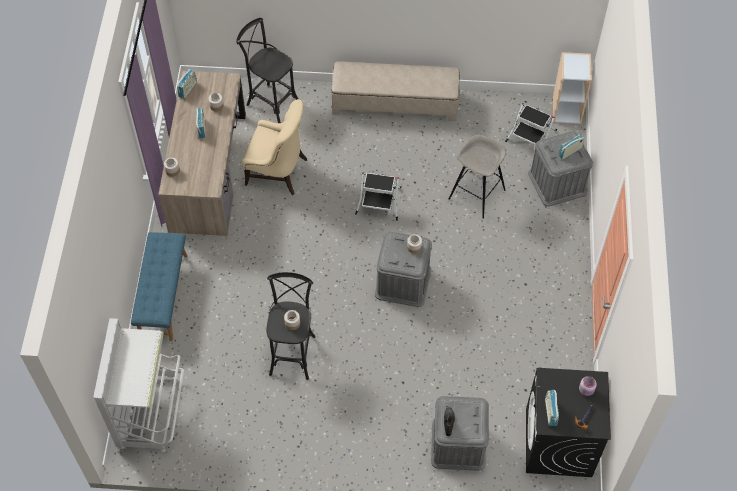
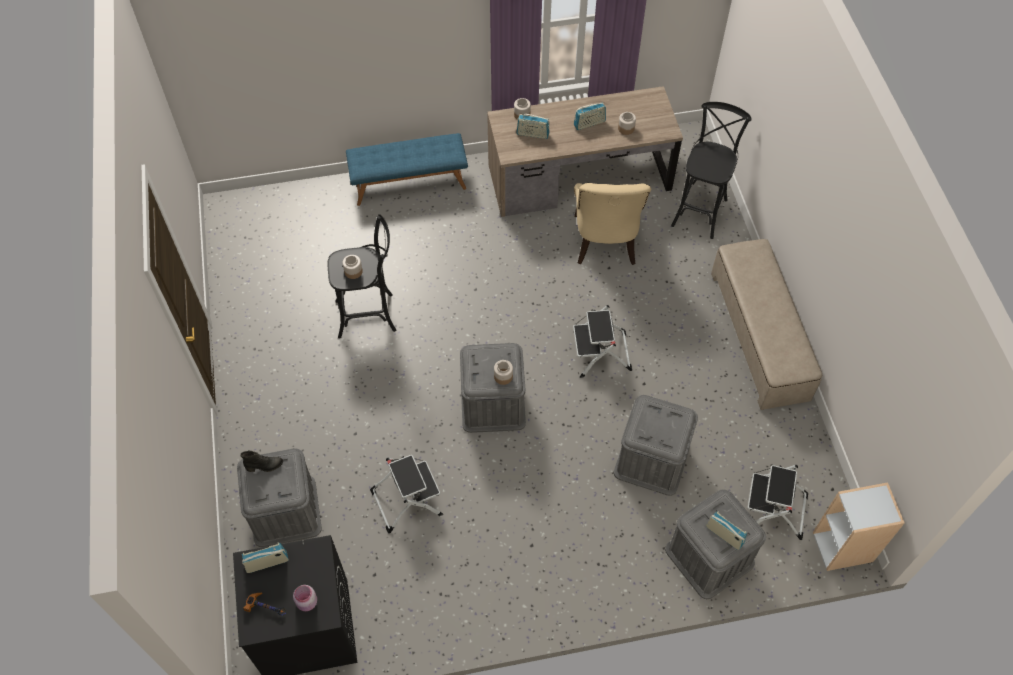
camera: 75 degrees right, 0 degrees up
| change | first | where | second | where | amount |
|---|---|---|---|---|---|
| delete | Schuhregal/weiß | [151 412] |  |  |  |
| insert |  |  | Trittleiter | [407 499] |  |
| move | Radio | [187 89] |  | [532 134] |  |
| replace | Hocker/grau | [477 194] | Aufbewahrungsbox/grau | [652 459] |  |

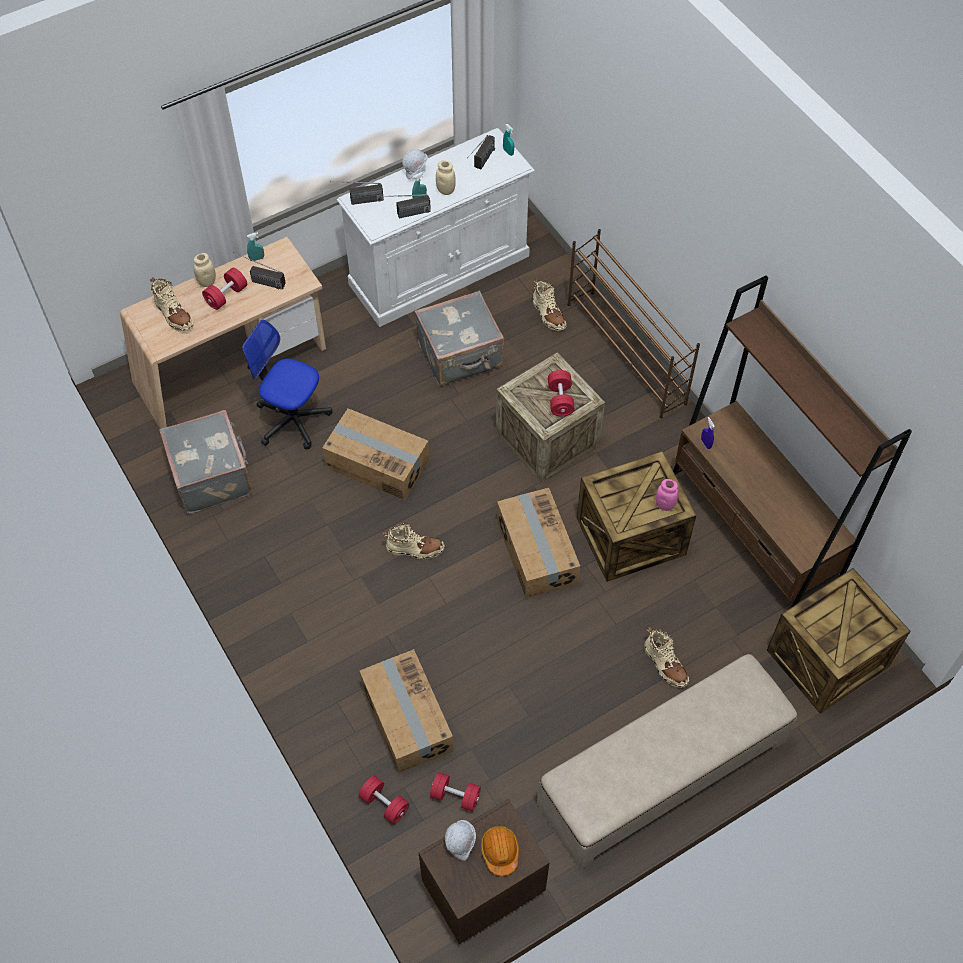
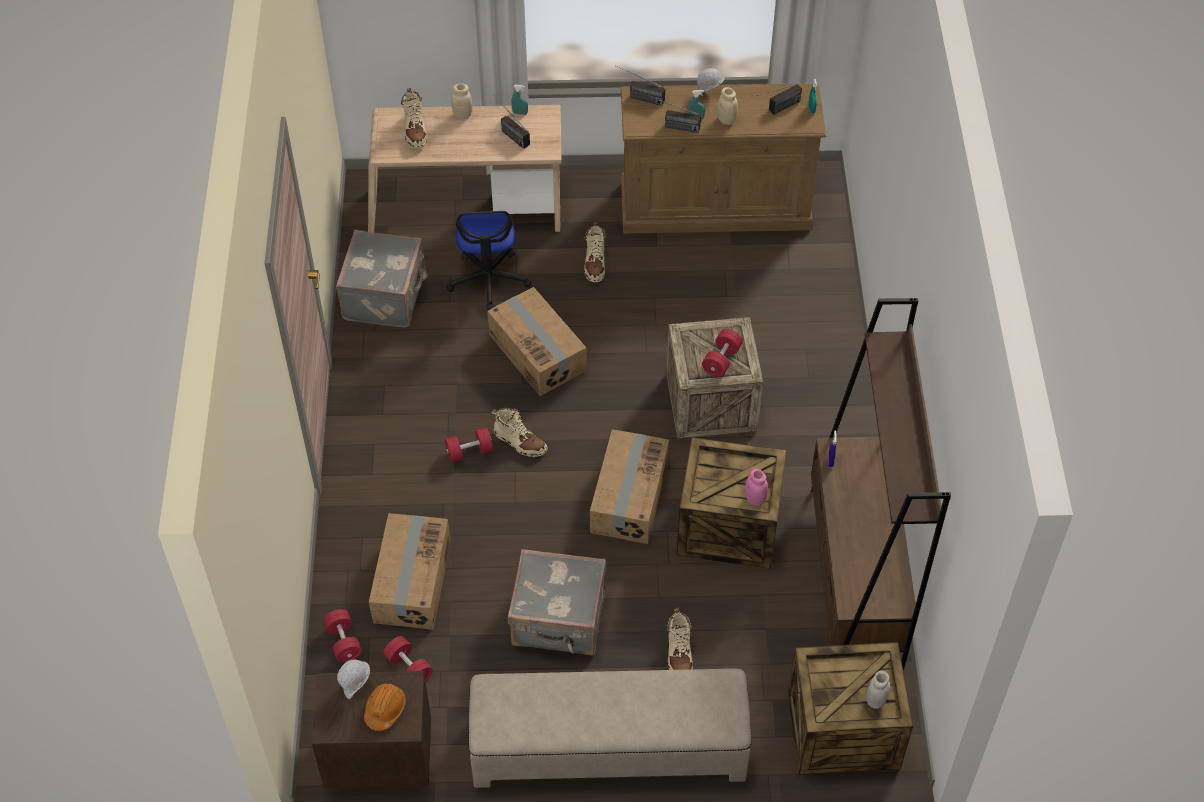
camera: 30 degrees right, 5 degrees down
| change | first | where | second | where | amount |
|---|---|---|---|---|---|
| delete | Schuhregal/braun | [626 354] |  |  |  |
| insert |  |  | Vorratsglas/weiß | [876 700] |  |
| move | Hantel/rot | [226 296] |  | [469 452] |  |
| move | Koffer/grau | [461 356] |  | [559 621] |  |
| move | Stiefel/beige | [548 314] |  | [595 263] |  |
| recolor | Schrank/weiß | [441 270] | Schrank/braun | [716 207] |  |
| rotate | Bürostuhl | [292 419] |  | [488 280] | 150 degrees counterclockwise |

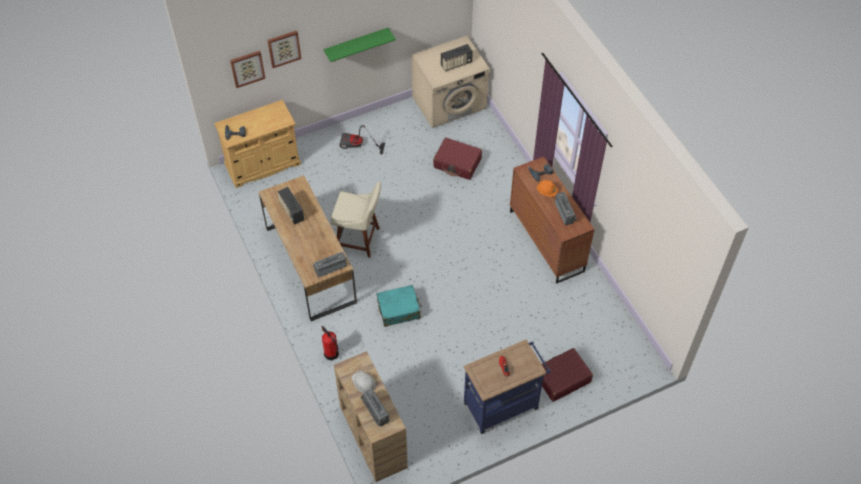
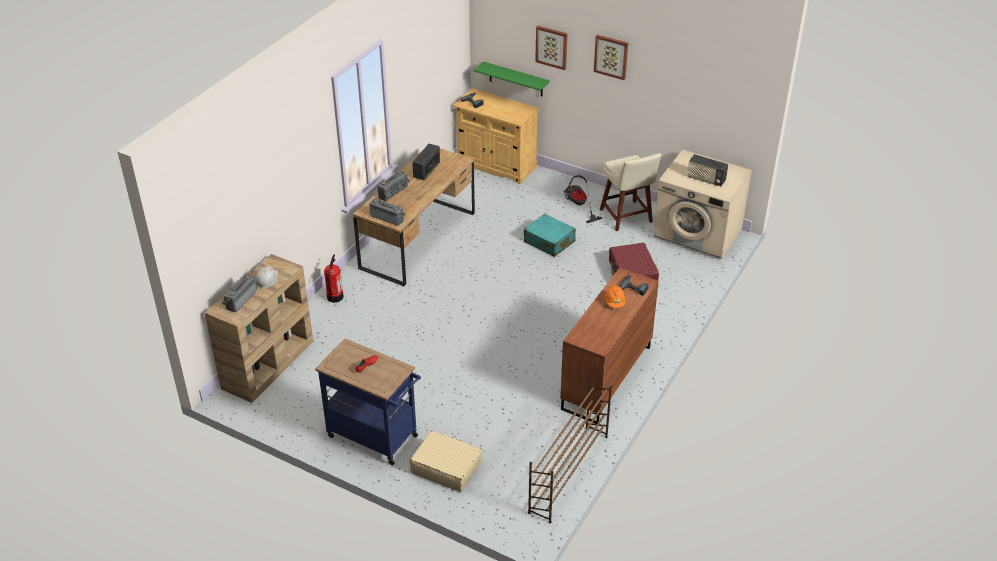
camera: 55 degrees right, 15 degrees down
| change | first | where | second | where | amount |
|---|---|---|---|---|---|
| insert |  |  | Schuhregal/braun | [568 474] |  |
| move | Bild | [247 68] |  | [611 56] |  |
| move | Wandregal/grün | [356 45] |  | [516 79] |  |
| move | Hocker/beige | [360 240] |  | [626 217] |  |
| move | Koffer/türkis | [399 310] |  | [549 242] |  |
| move | Radio | [565 212] |  | [394 193] |  |
| recolor | Koffer/rot | [562 378] | Koffer/beige | [446 467] |  |

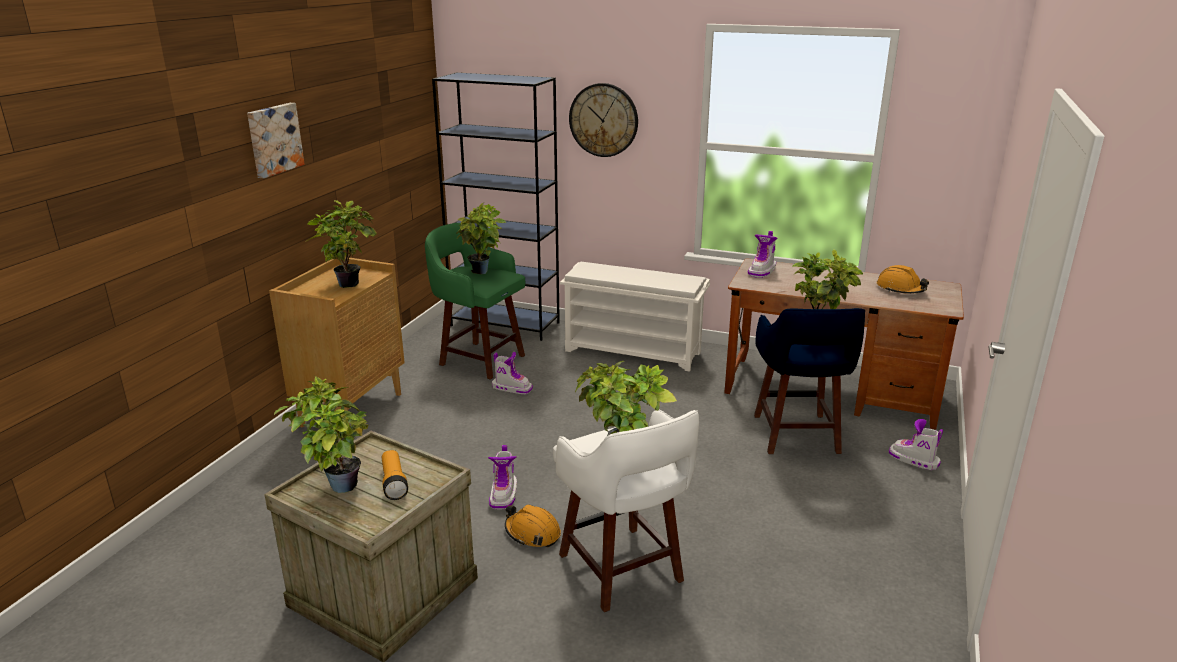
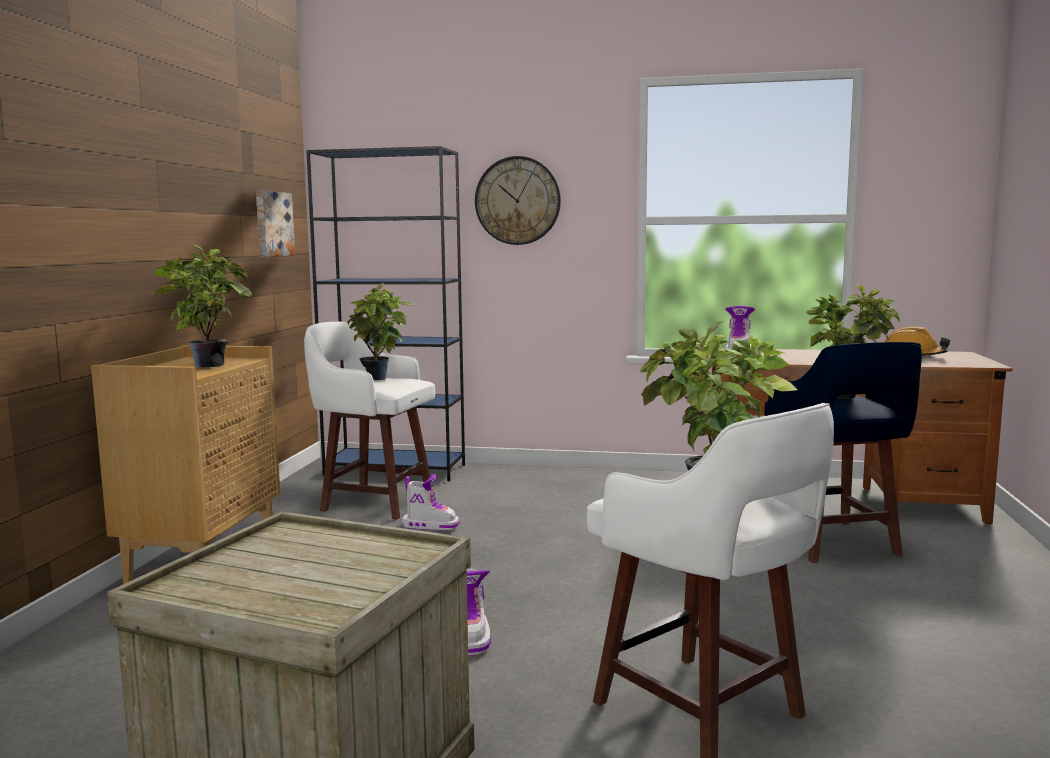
camera: 10 degrees left, 15 degrees down
| change | first | where | second | where | amount |
|---|---|---|---|---|---|
| delete | Topfpflanze | [336 485] |  |  |  |
| delete | Taschenlampe | [394 483] |  |  |  |
| delete | Schutzhelm/orange | [532 533] |  |  |  |
| delete | Schuhregal/weiß | [634 351] |  |  |  |
| delete | Stiefel | [913 460] |  |  |  |
| move | Bild | [273 139] |  | [272 224] |  |
| recolor | Hocker/grün | [479 359] | Hocker/weiß | [374 502] |  |

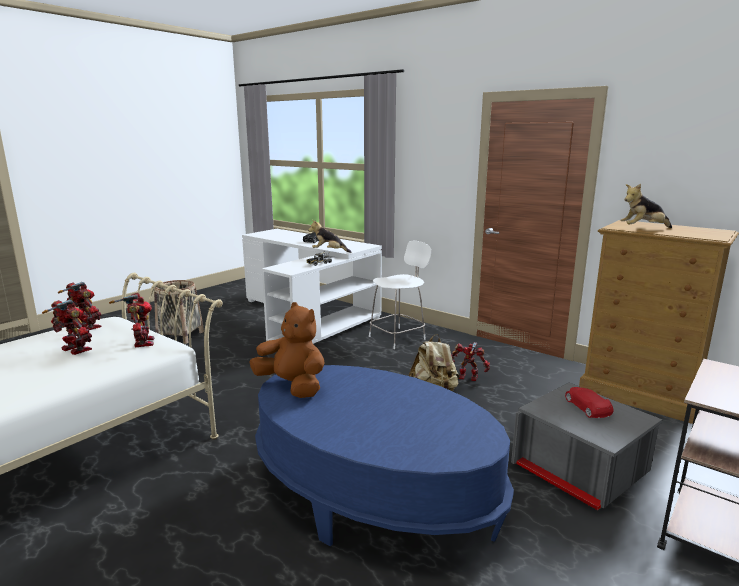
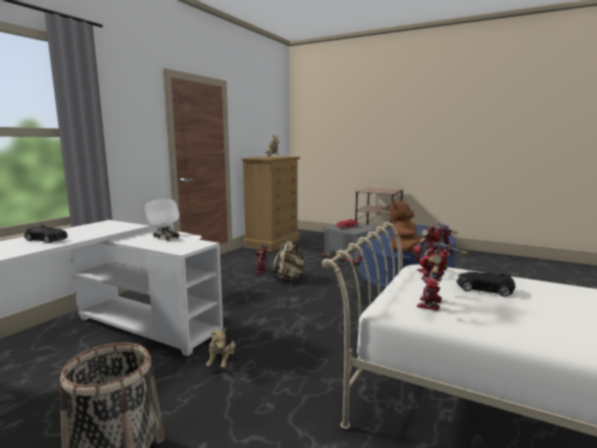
camera: 100 degrees left, 5 degrees down
| change | first | where | second | where | amount |
|---|---|---|---|---|---|
| move | Plüschtier | [329 251] |  | [222 361] |  |
| replace | Spielzeugroboter | [74 350] | Spielzeugauto/schwarz | [484 289] |  |

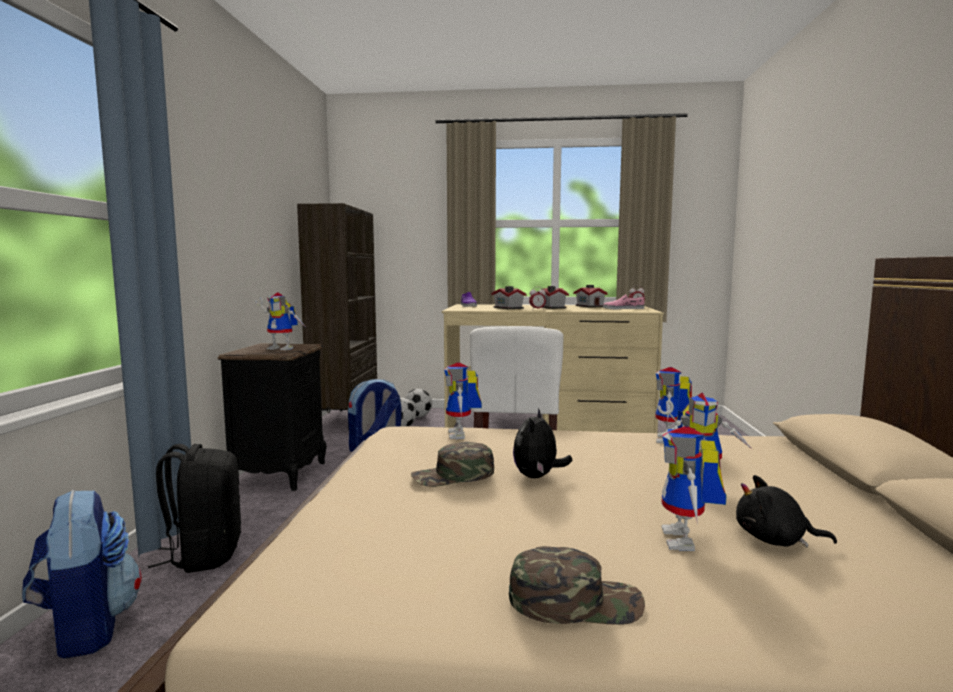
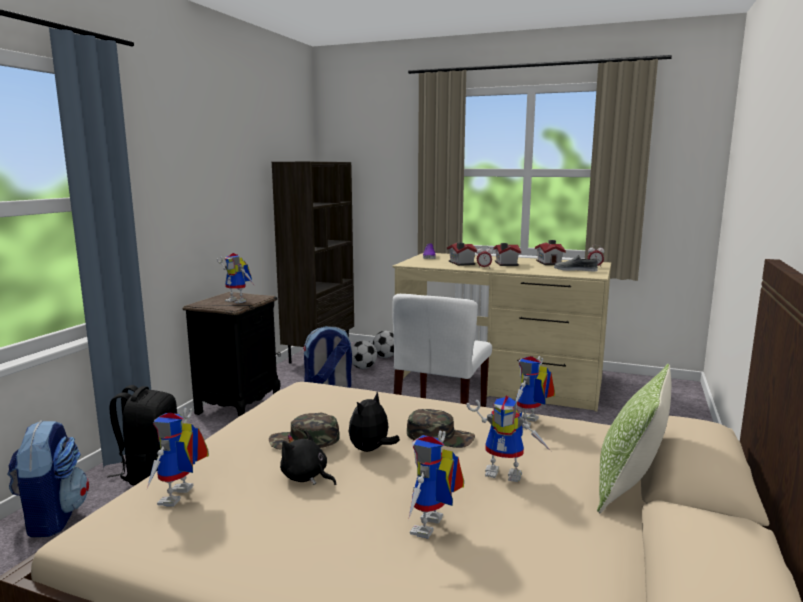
camera: 15 degrees right, 5 degrees up
| change | first | where | second | where | amount |
|---|---|---|---|---|---|
| insert |  |  | Kissen | [629 486] |  |
| move | Spielzeugroboter | [462 435] |  | [180 498] |  |
| move | Kappe/grün | [575 600] |  | [440 436] |  |
| move | Plüschtier/schwarz | [775 540] |  | [306 477] |  |
| recolor | Schuh/rosa | [623 309] | Schuh/grau | [575 270] |  |

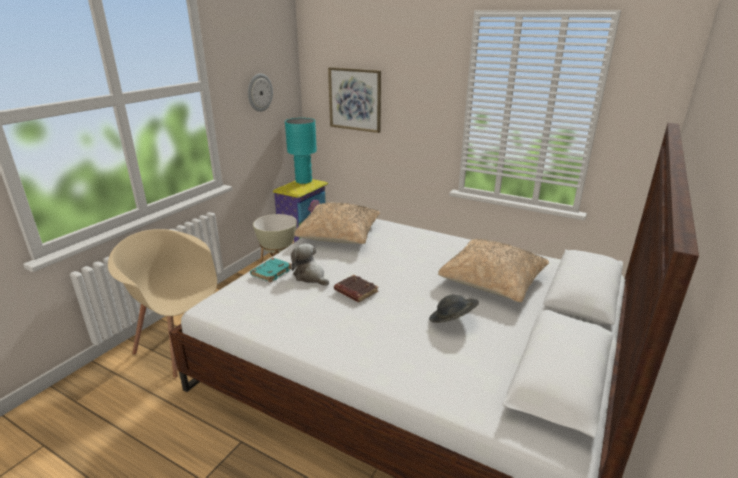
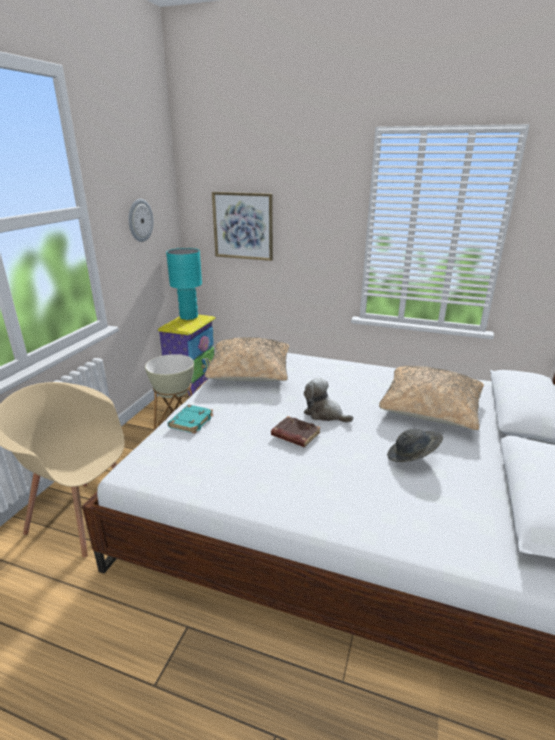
camera: 10 degrees left, 0 degrees up
| change | first | where | second | where | amount |
|---|---|---|---|---|---|
| move | Plüschtier | [310 276] |  | [324 414] |  |

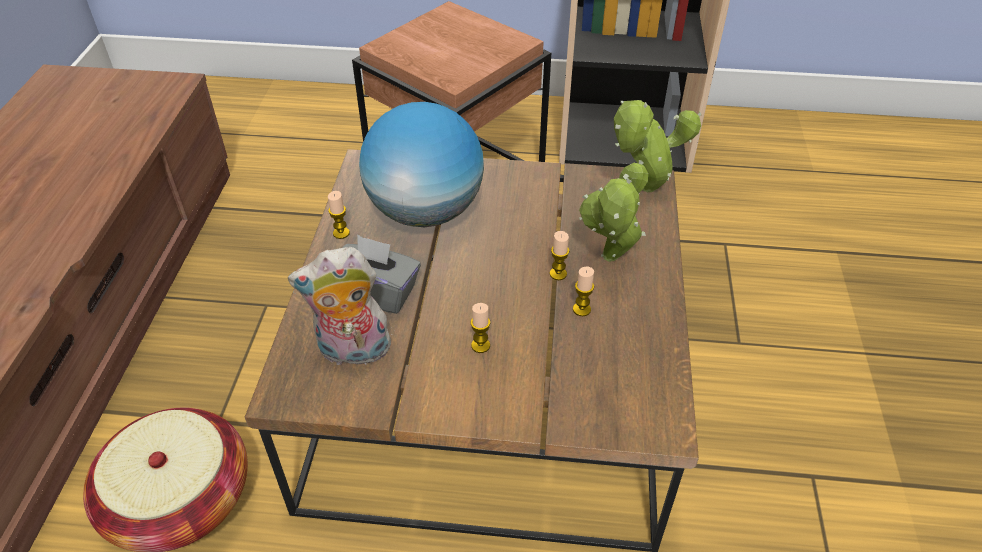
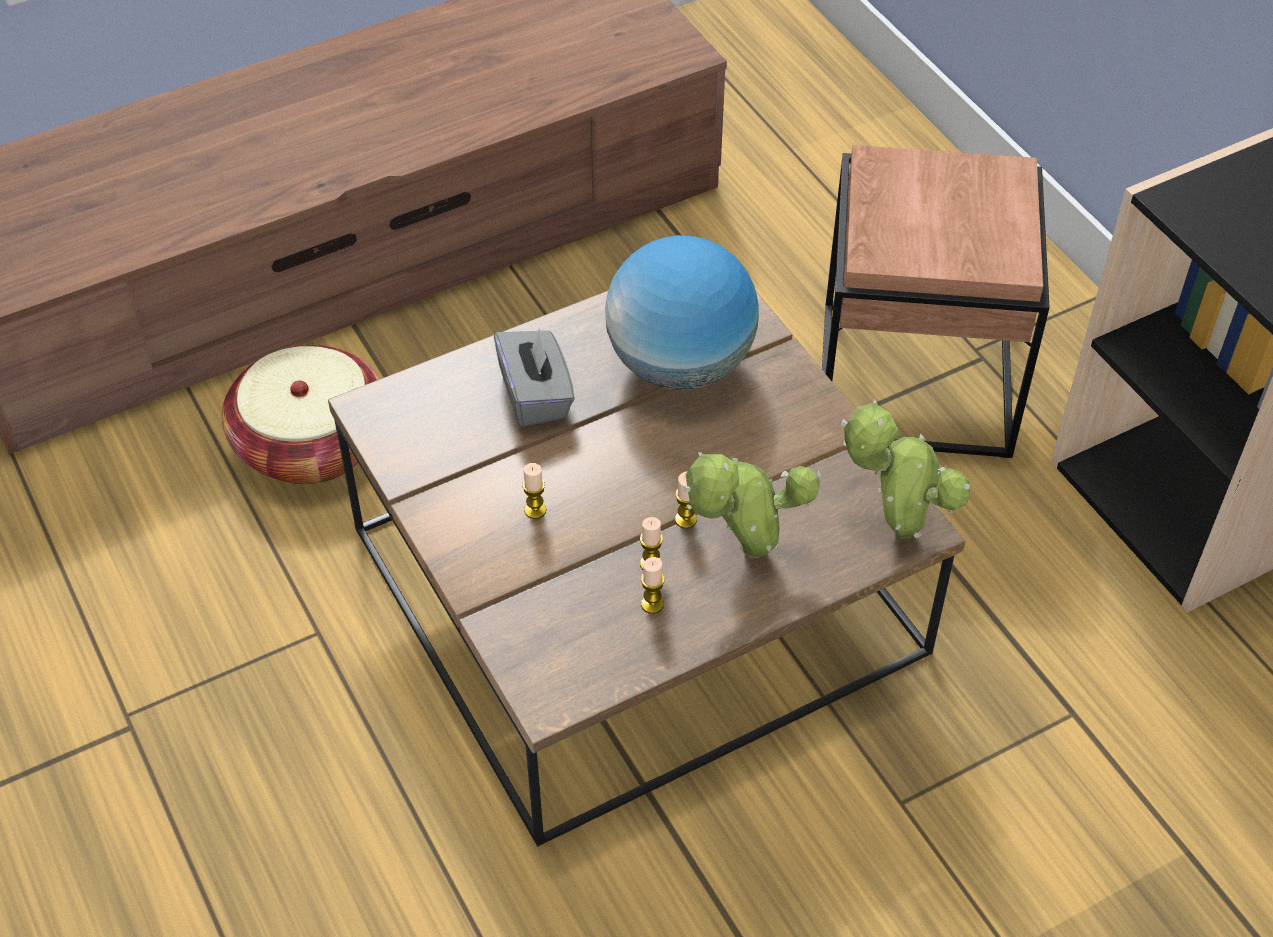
camera: 55 degrees right, 5 degrees up
| change | first | where | second | where | amount |
|---|---|---|---|---|---|
| delete | Plüschtier | [352 352] |  |  |  |
| move | Kerze | [341 233] |  | [652 604] |  |

